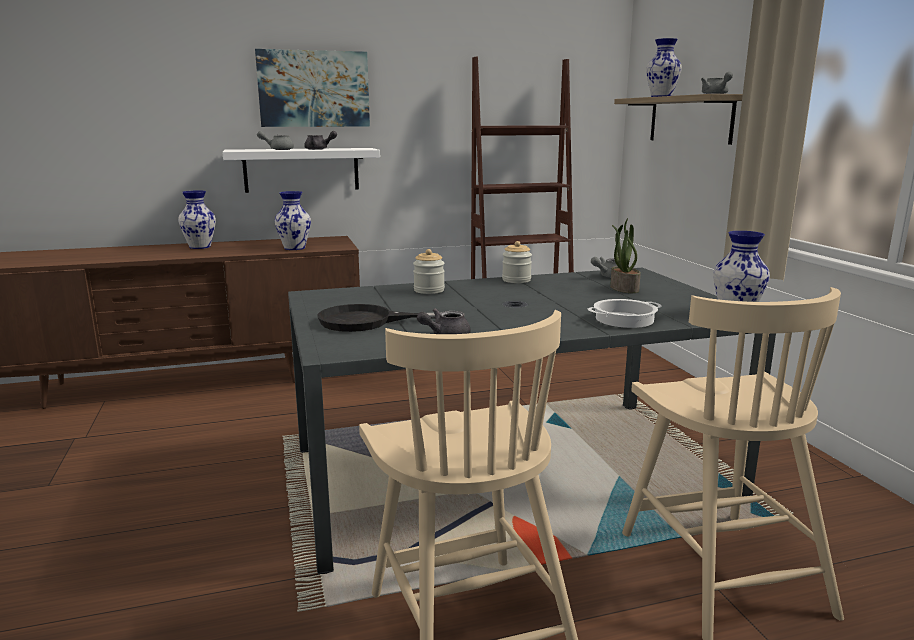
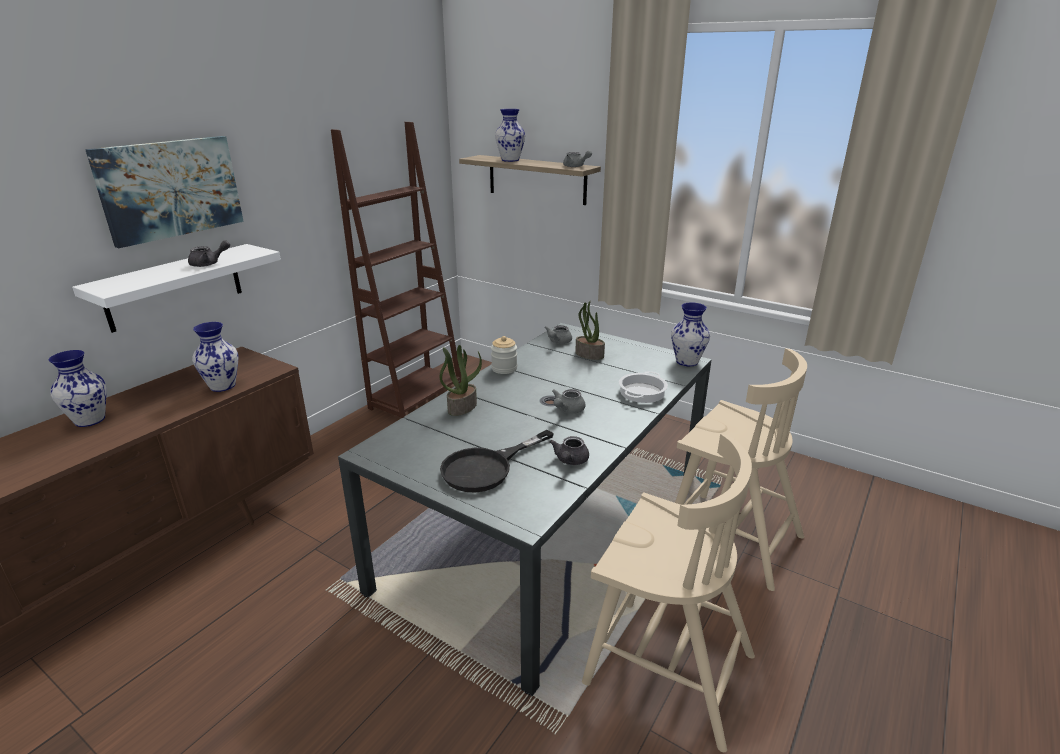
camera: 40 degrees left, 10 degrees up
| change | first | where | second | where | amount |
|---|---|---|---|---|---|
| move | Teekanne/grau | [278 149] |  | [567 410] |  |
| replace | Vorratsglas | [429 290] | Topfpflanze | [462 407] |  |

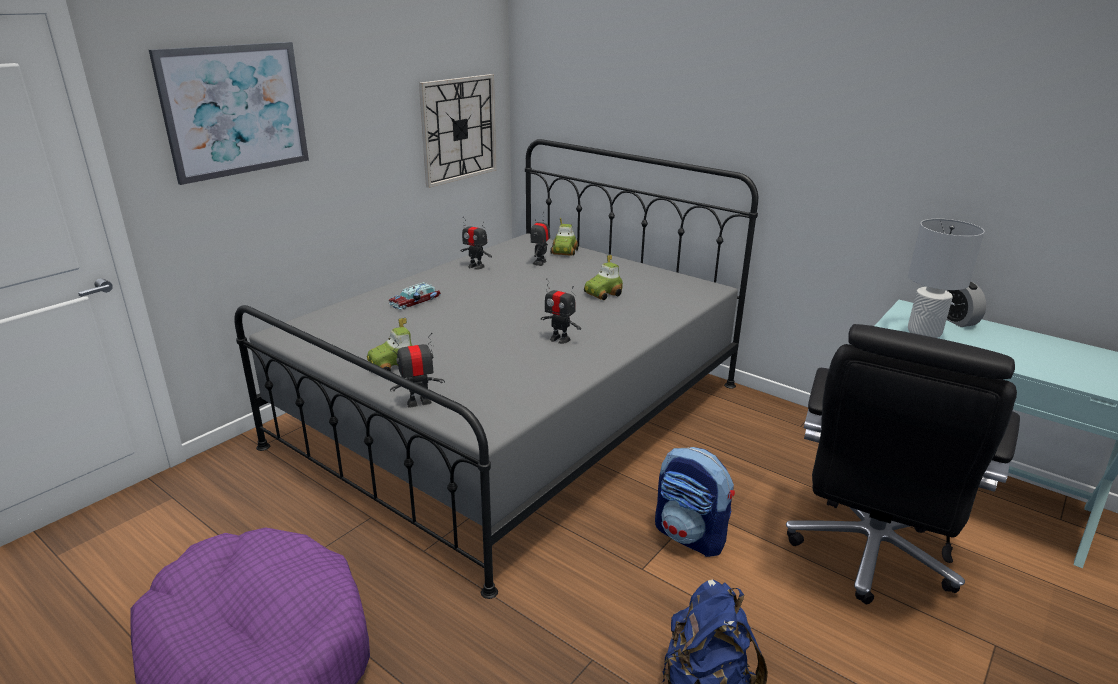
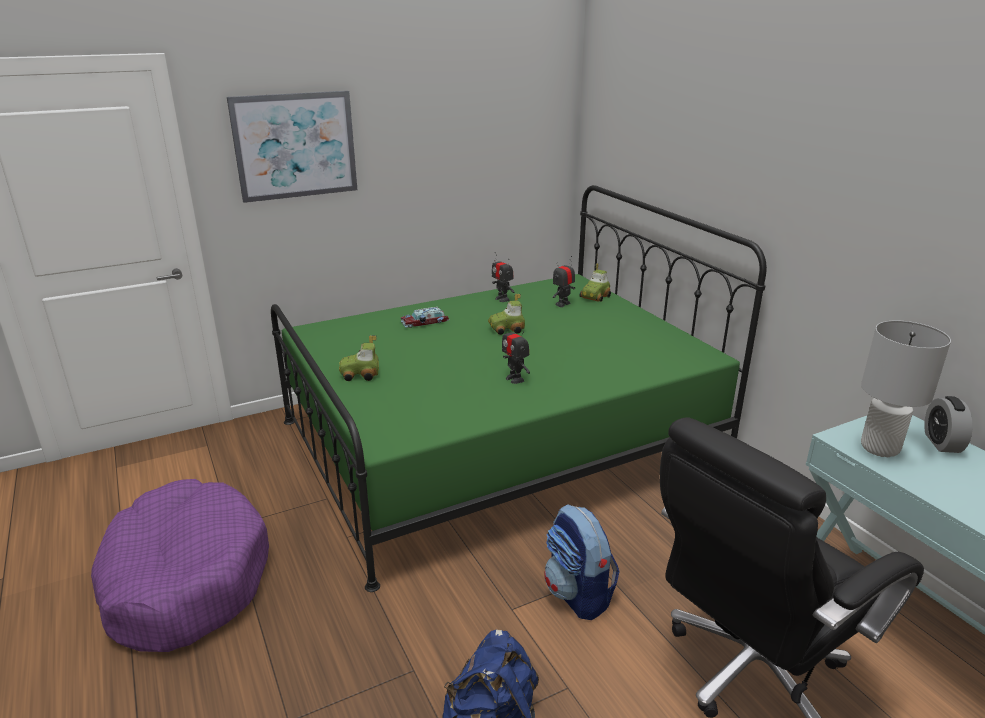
camera: 25 degrees right, 0 degrees up
| change | first | where | second | where | amount |
|---|---|---|---|---|---|
| delete | Spielzeugroboter | [418 402] |  |  |  |
| delete | Wanduhr | [459 129] |  |  |  |
| move | Spielzeugauto | [603 294] |  | [507 329] |  |
| recolor | Bett/grau | [514 414] | Bett/grün | [499 441] |  |

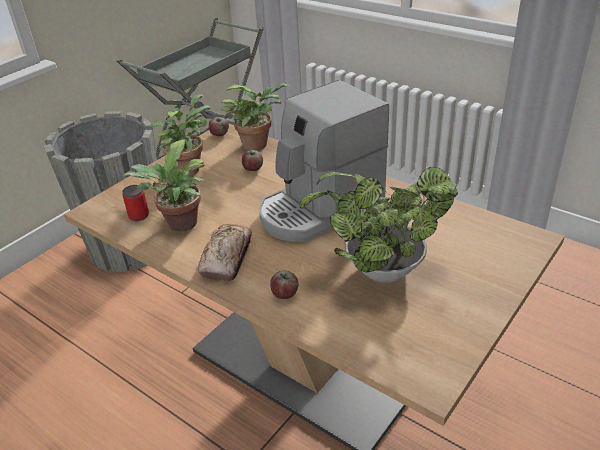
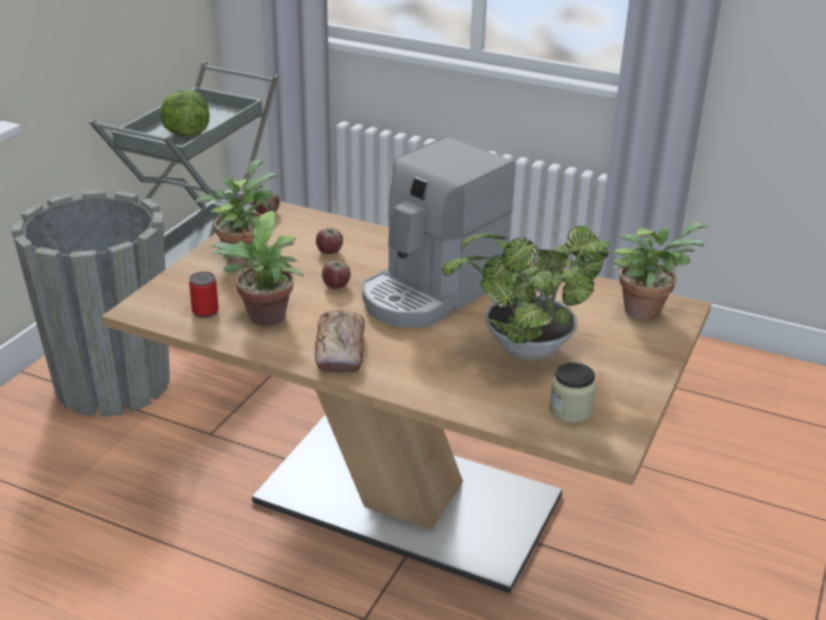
camera: 15 degrees left, 5 degrees down
| change | first | where | second | where | amount |
|---|---|---|---|---|---|
| insert |  |  | Salatkopf | [185 134] |  |
| insert |  |  | Vorratsglas | [570 410] |  |
| move | Topfpflanze | [258 144] |  | [645 309] |  |
| move | Apfel | [285 294] |  | [336 286] |  |

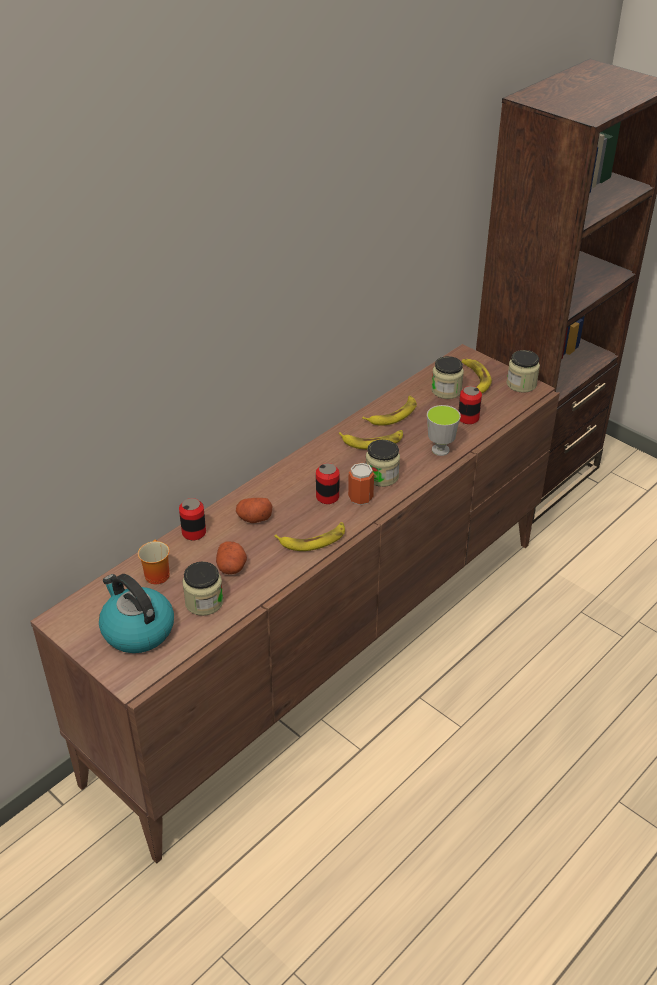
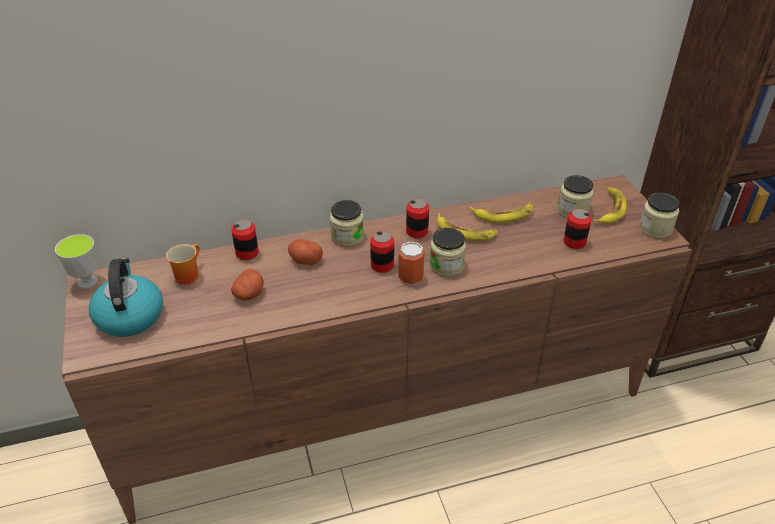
camera: 30 degrees right, 0 degrees up
| change | first | where | second | where | amount |
|---|---|---|---|---|---|
| delete | Banane | [313 540] |  |  |  |
| insert |  |  | Dose | [417 232] |  |
| move | Vorratsglas | [204 602] |  | [347 236] |  |
| move | Tasse | [440 450] |  | [87 282] |  |

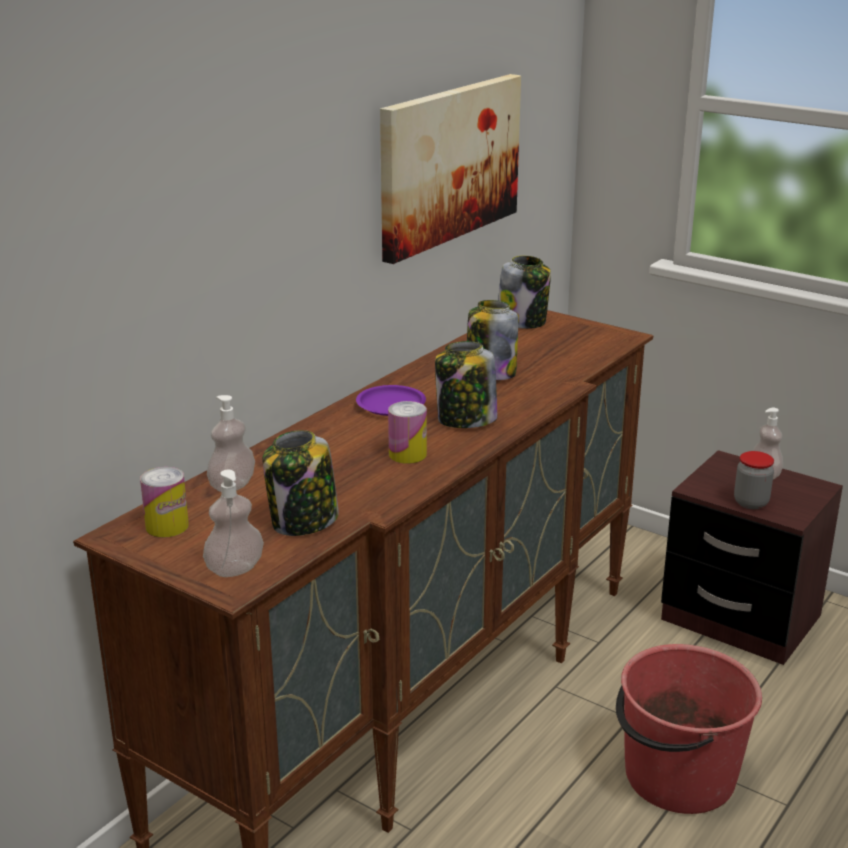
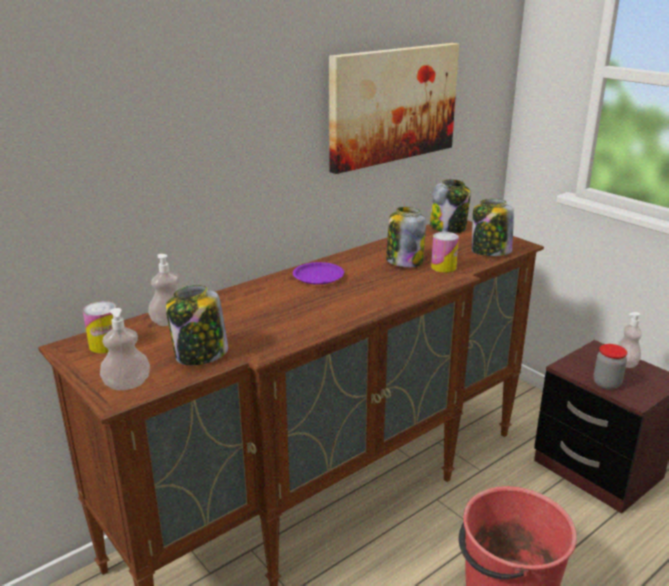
camera: 15 degrees right, 0 degrees up
| change | first | where | second | where | amount |
|---|---|---|---|---|---|
| move | Dose | [407 454] |  | [443 267] |  |
| move | Vorratsglas | [465 420] |  | [490 252] |  |

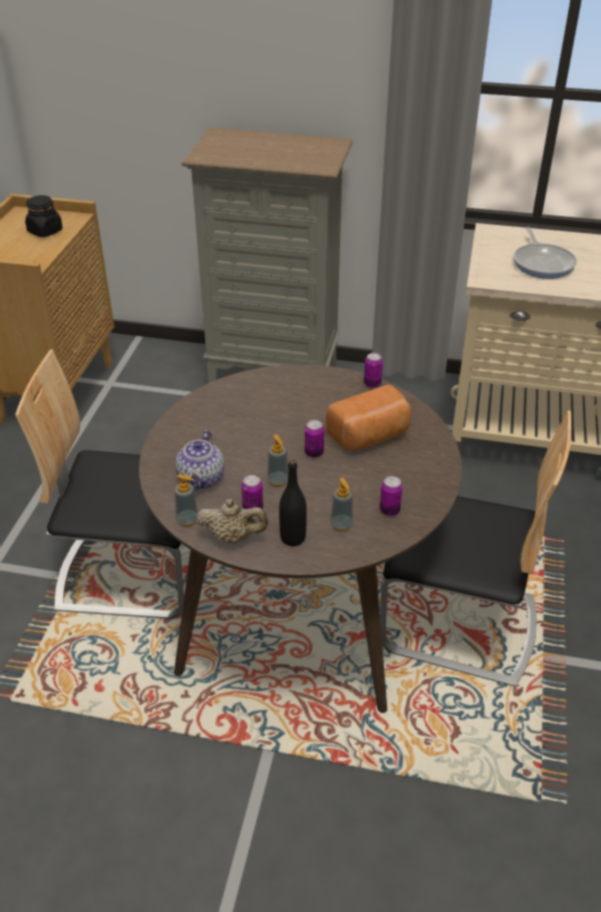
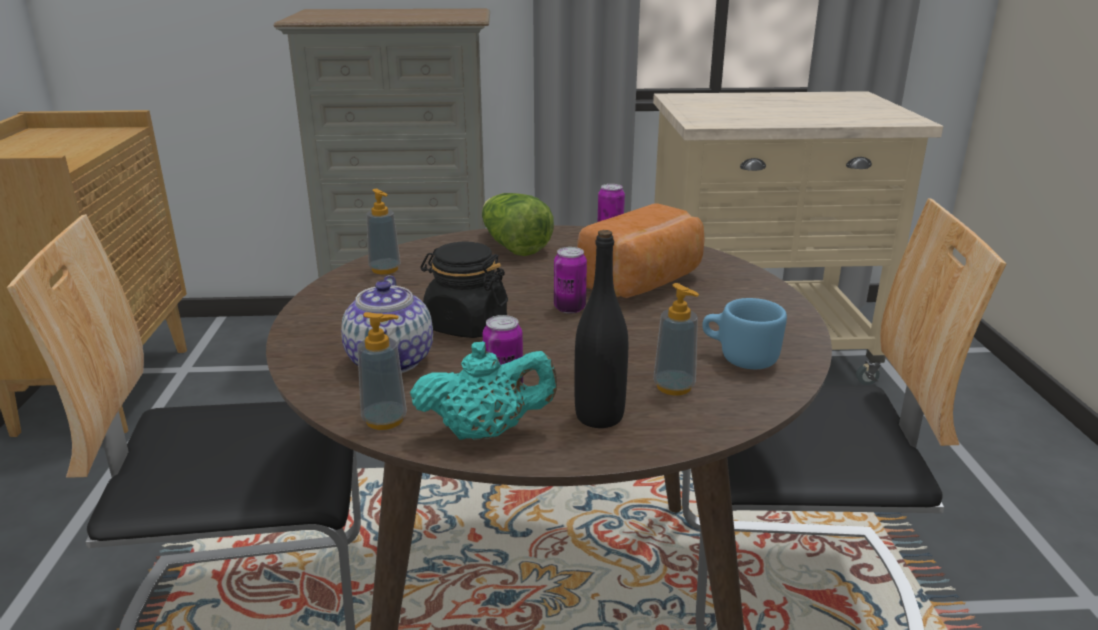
camera: 15 degrees left, 15 degrees down
| change | first | where | second | where | amount |
|---|---|---|---|---|---|
| delete | Pfanne | [542 263] |  |  |  |
| insert |  |  | Salatkopf | [513 246] |  |
| move | Vorratsglas/schwarz | [45 231] |  | [465 325] |  |
| move | Seifenspender | [278 481] |  | [385 269] |  |
| replace | Dose | [389 510] | Henkelbecher/blau | [739 358] |  |
| recolor | Teekanne/beige | [233 537] | Teekanne/türkis | [485 432] |  |

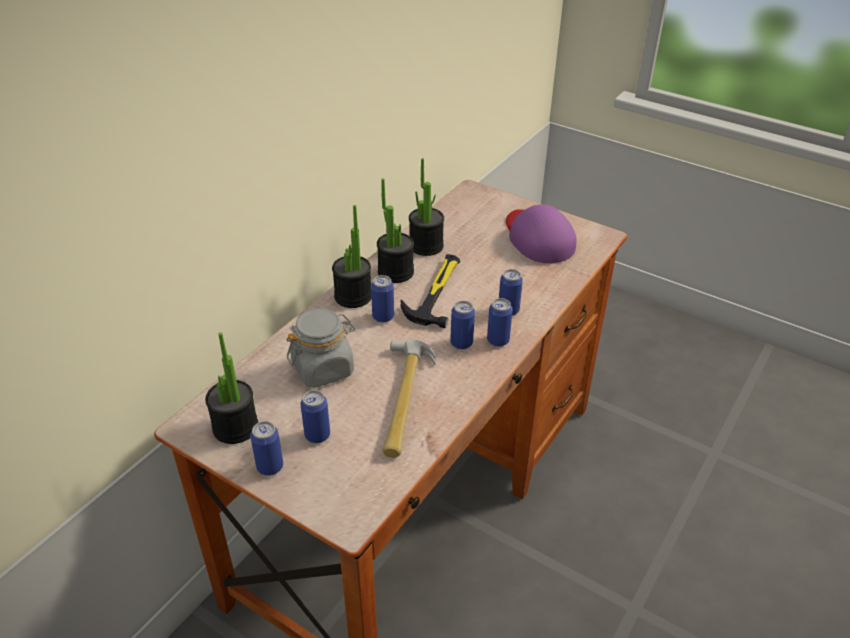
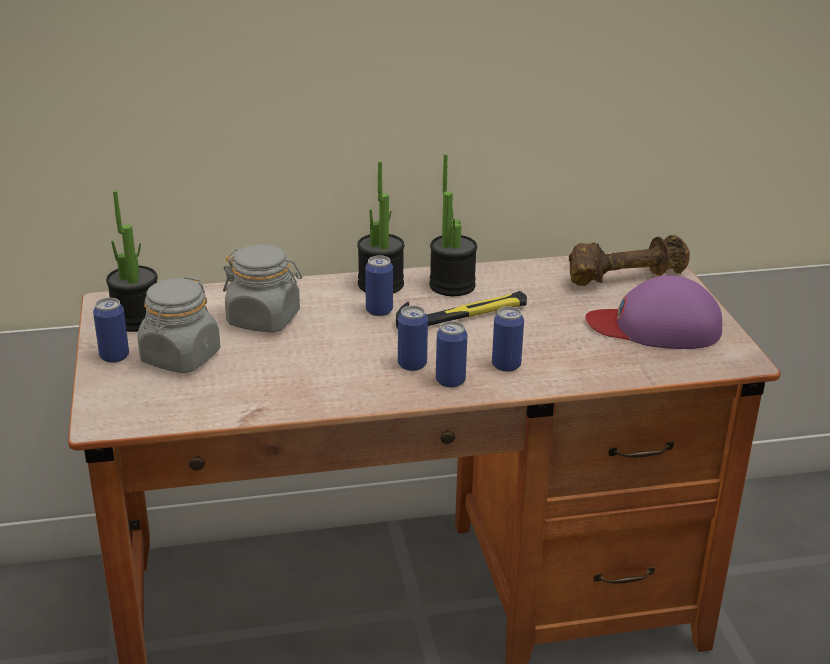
camera: 45 degrees right, 10 degrees down
| change | first | where | second | where | amount |
|---|---|---|---|---|---|
| delete | Hammer | [403 399] |  |  |  |
| delete | Topfpflanze | [426 246] |  |  |  |
| insert |  |  | Hantel/braun | [625 277] |  |
| replace | Dose | [317 435] | Vorratsglas/grau | [180 358] |  |
| rotate | Kappe/lila | [538 238] |  | [656 327] | 105 degrees counterclockwise |

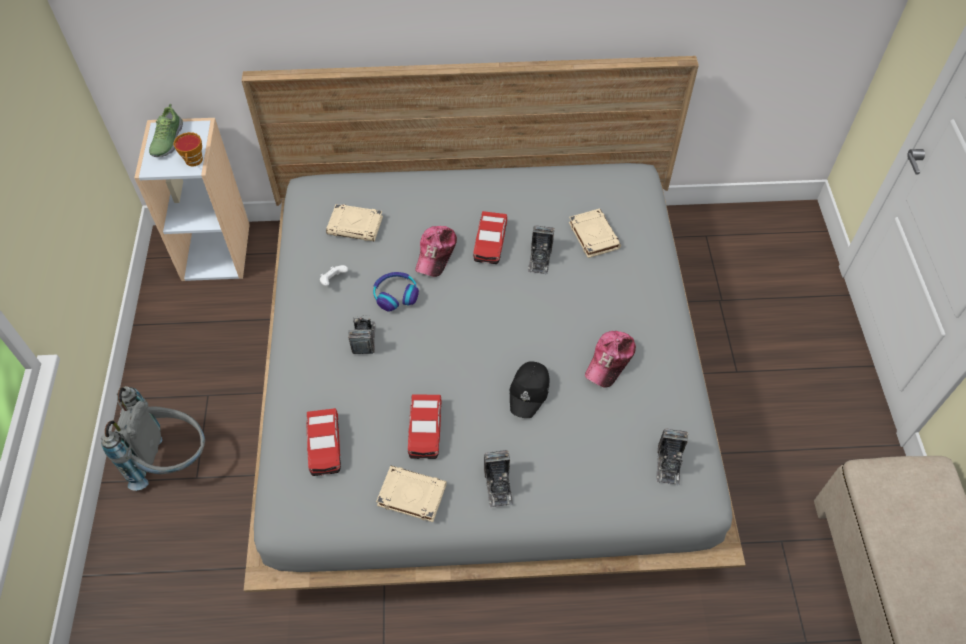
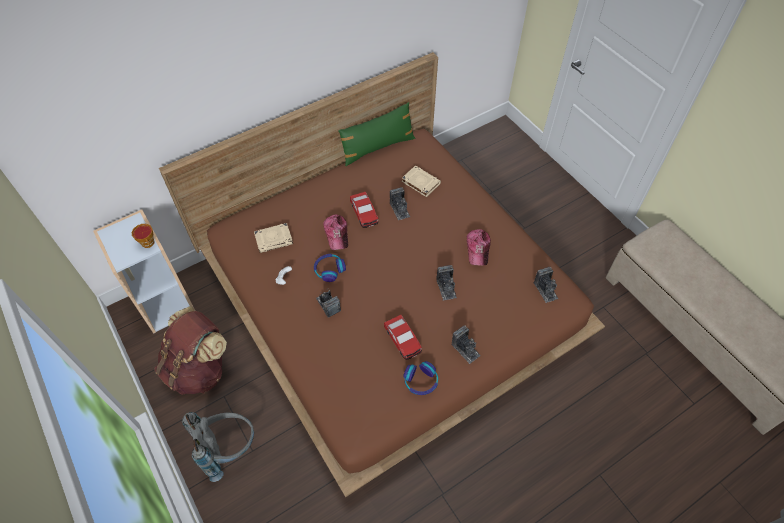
camera: 30 degrees left, 0 degrees up
| change | first | where | second | where | amount |
|---|---|---|---|---|---|
| delete | Schuh | [167 140] |  |  |  |
| delete | Spielzeugauto | [324 445] |  |  |  |
| insert |  |  | Rucksack/braun | [199 368] |  |
| insert |  |  | Kissen/grün | [377 147] |  |
| replace | Buch/beige | [411 495] | Kopfhörer | [421 381] |  |
| replace | Kappe/schwarz | [529 392] | Kamera | [446 288] |  |
| recolor | Bett/grau | [483 382] | Bett/braun | [392 302] |  |

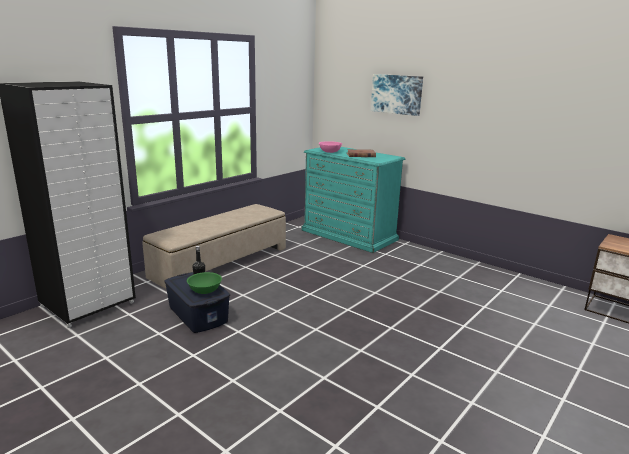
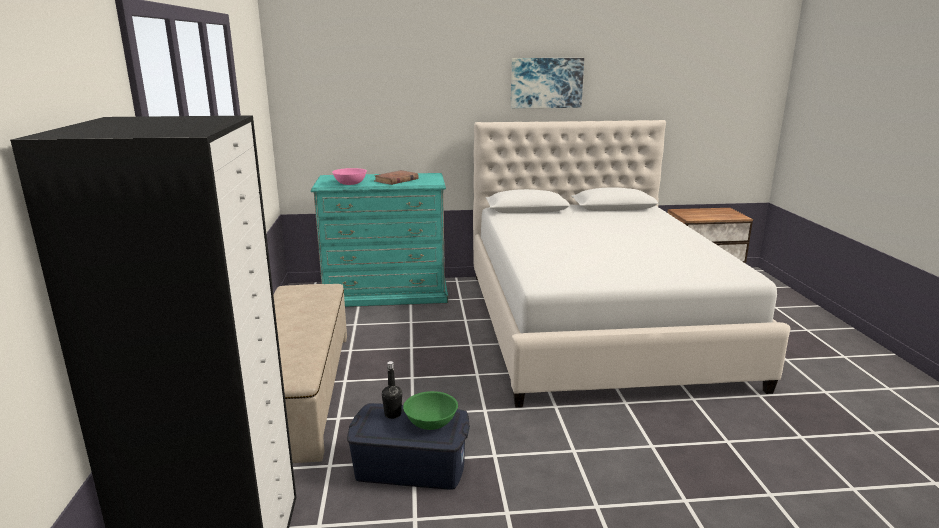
camera: 45 degrees left, 0 degrees up
| change | first | where | second | where | amount |
|---|---|---|---|---|---|
| insert |  |  | Bett/weiß | [595 324] |  |
| move | Bild | [396 94] |  | [546 83] |  |

